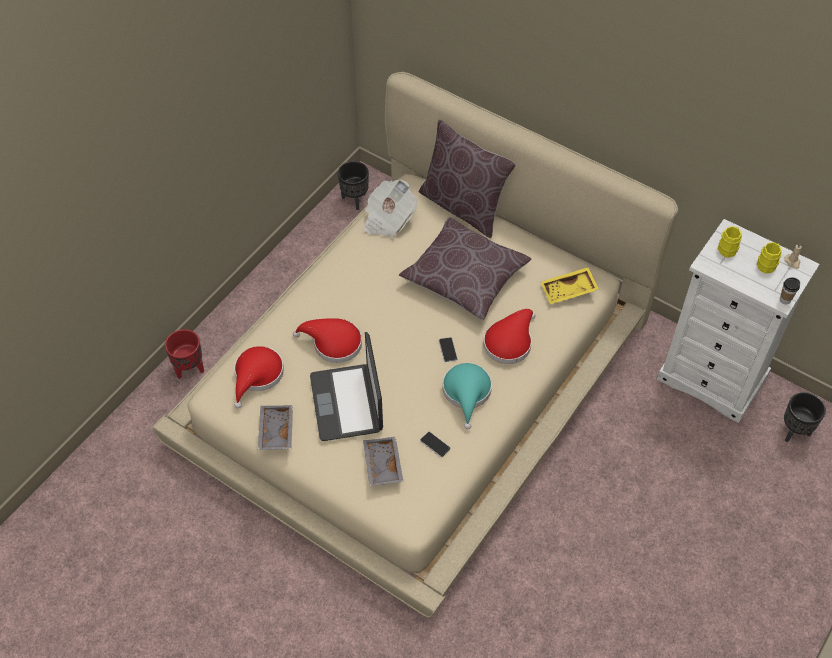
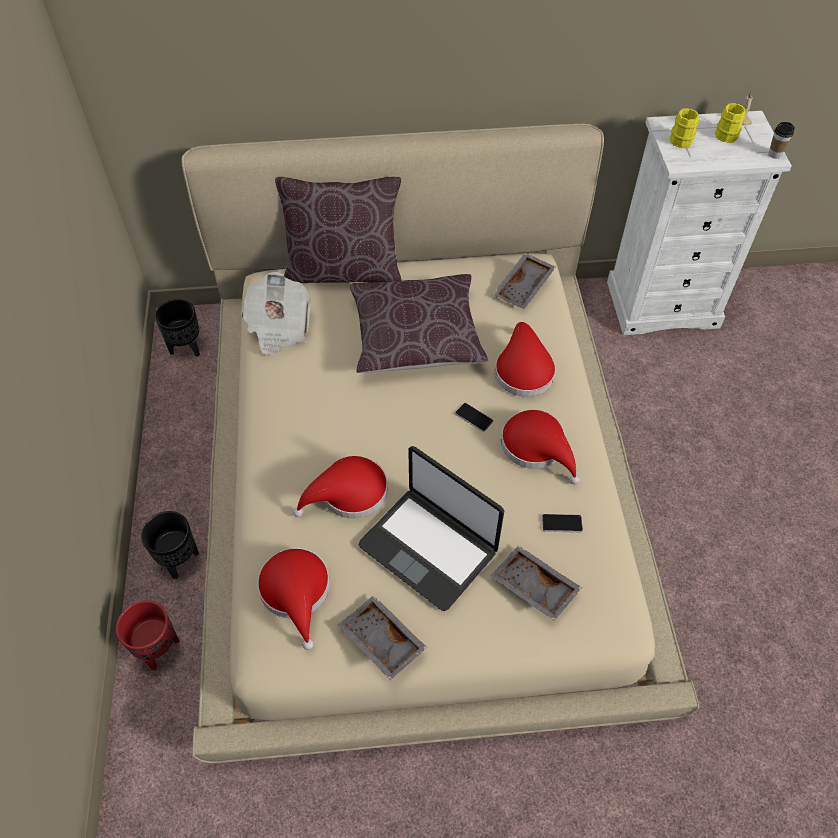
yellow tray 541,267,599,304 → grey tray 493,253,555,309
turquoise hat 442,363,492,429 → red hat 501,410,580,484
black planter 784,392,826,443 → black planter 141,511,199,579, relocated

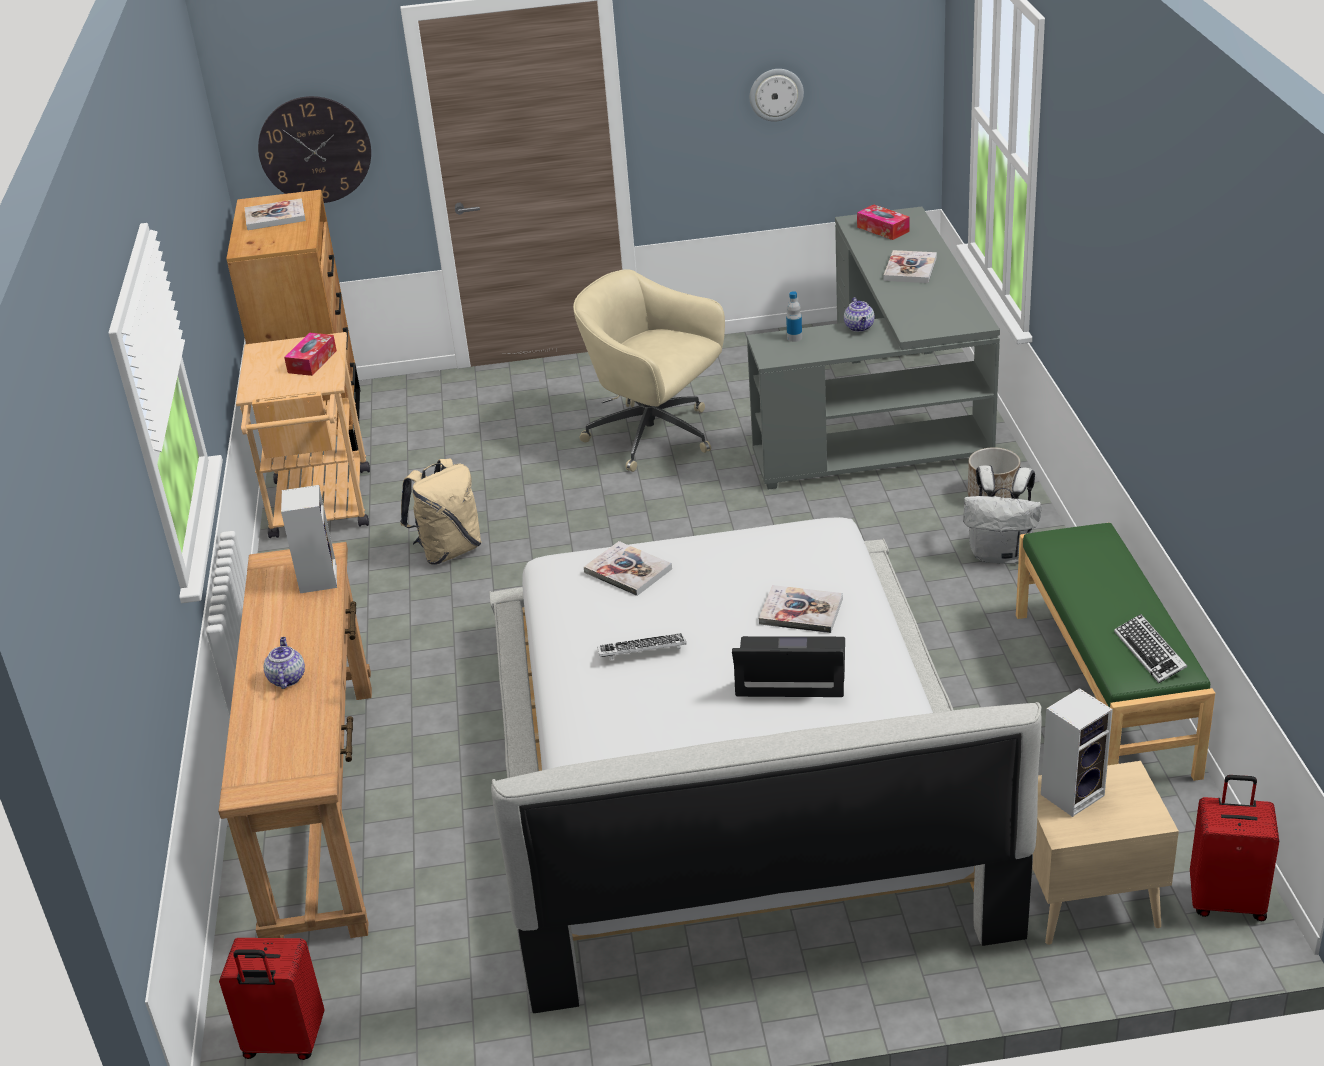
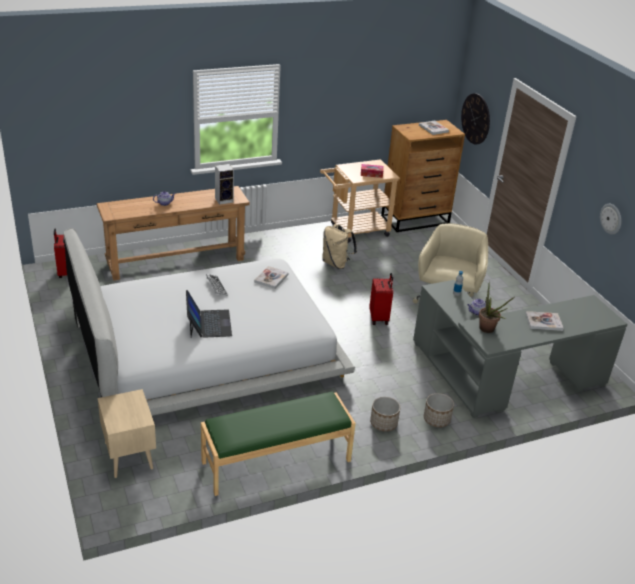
tissue box 857,204,910,240 → -
white backpack 963,465,1042,564 → planter 370,397,400,431
book 759,585,843,633 → -
keyboard 1114,614,1187,683 → -
speaker 1041,688,1113,817 → -
red suitcase 1190,775,1279,921 → red suitcase 369,273,393,325, relocated
- → potted plant 479,281,514,333

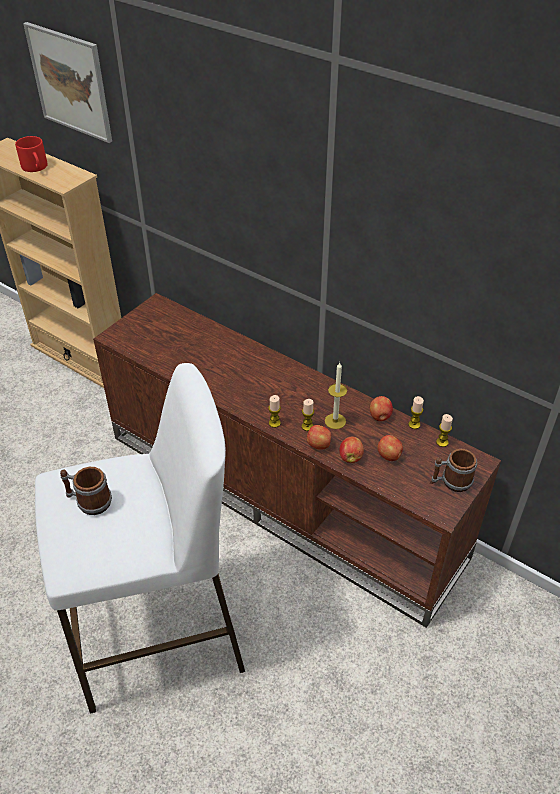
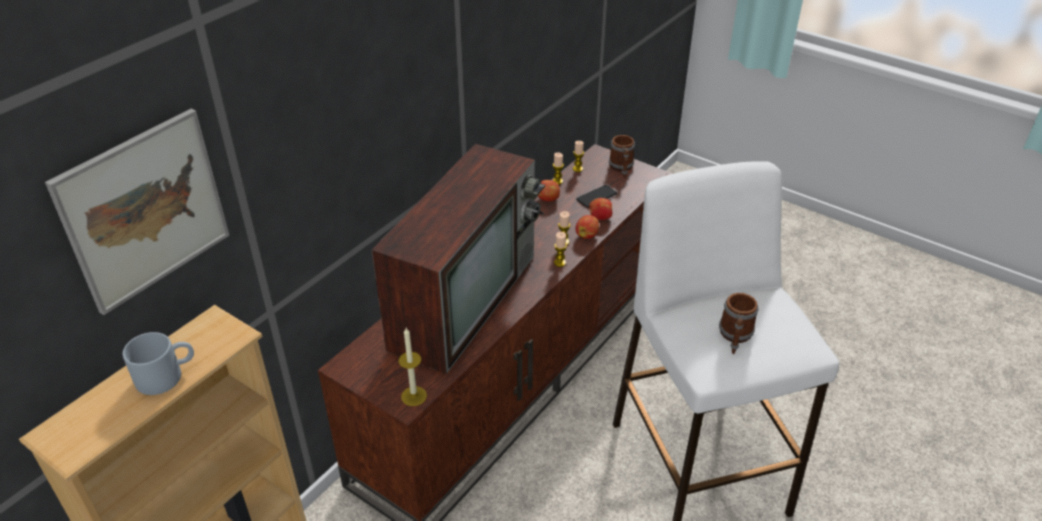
red mug 15,136,48,172 → grey mug 123,332,194,395
candle 325,363,347,429 → candle 399,328,427,406, relocated
apple 377,435,403,461 → phone 576,185,617,208
- → television 372,144,545,374

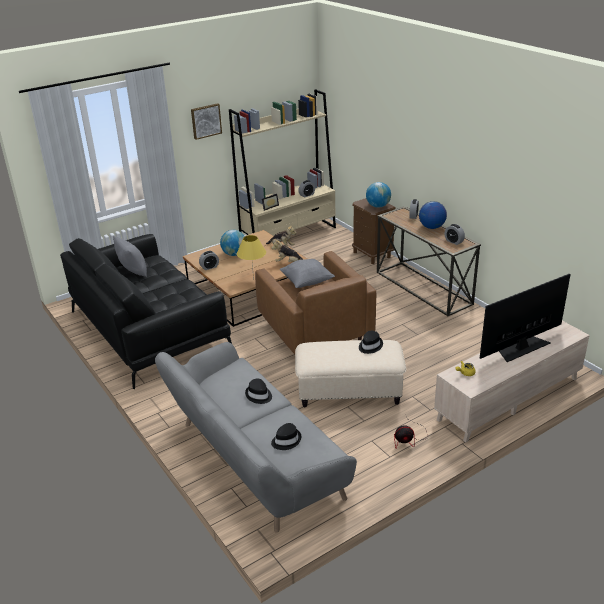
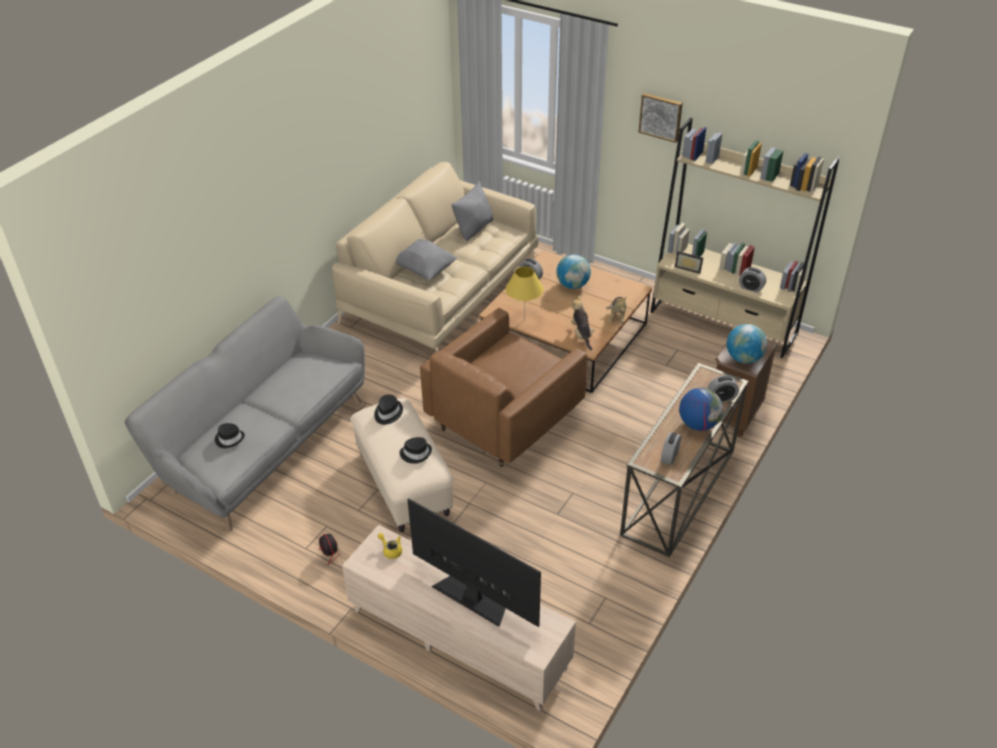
black sofa 60,234,232,389 → beige sofa 332,162,538,352
grey pillow 280,259,335,288 → grey pillow 396,239,457,280, relocated
black hat 245,378,272,404 → black hat 374,395,403,425, relocated

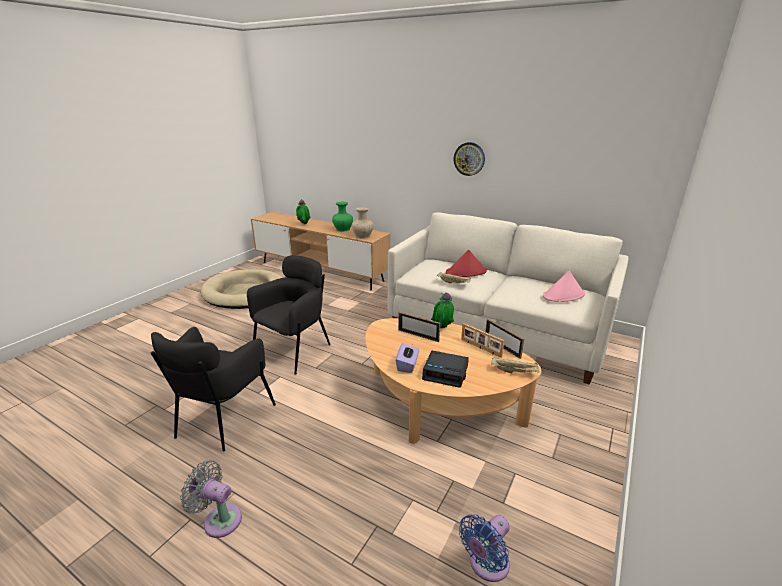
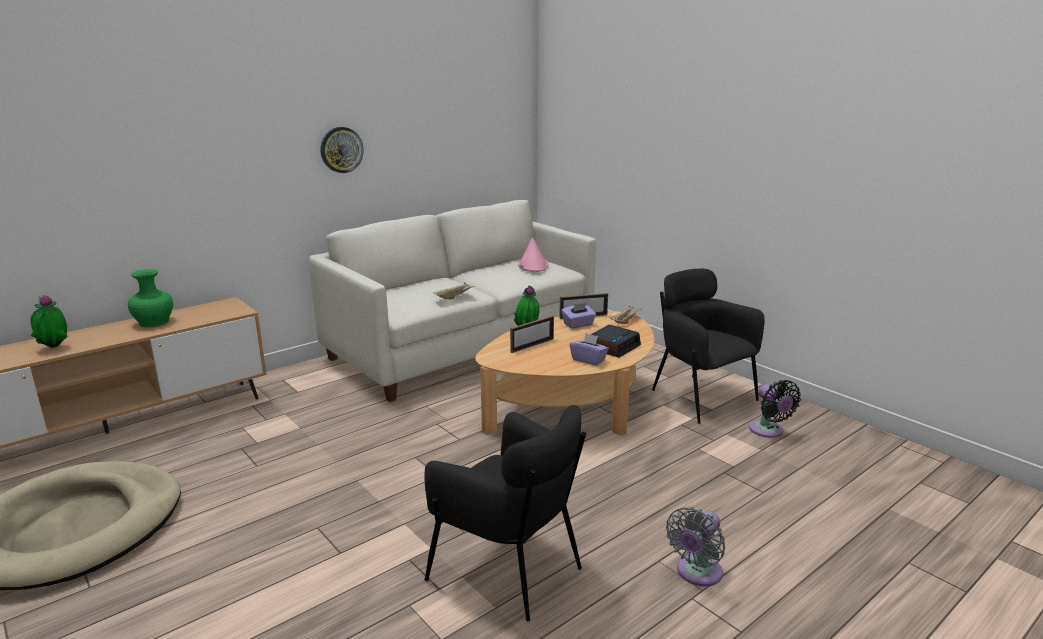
beige vase 352,207,374,239 → -
red hat 446,250,487,277 → -
black armchair 247,255,331,375 → black armchair 652,269,765,424, relocated
picture frame 461,323,504,357 → purple tissue box 561,303,596,329
blue fan 459,514,510,582 → black fan 749,380,801,438

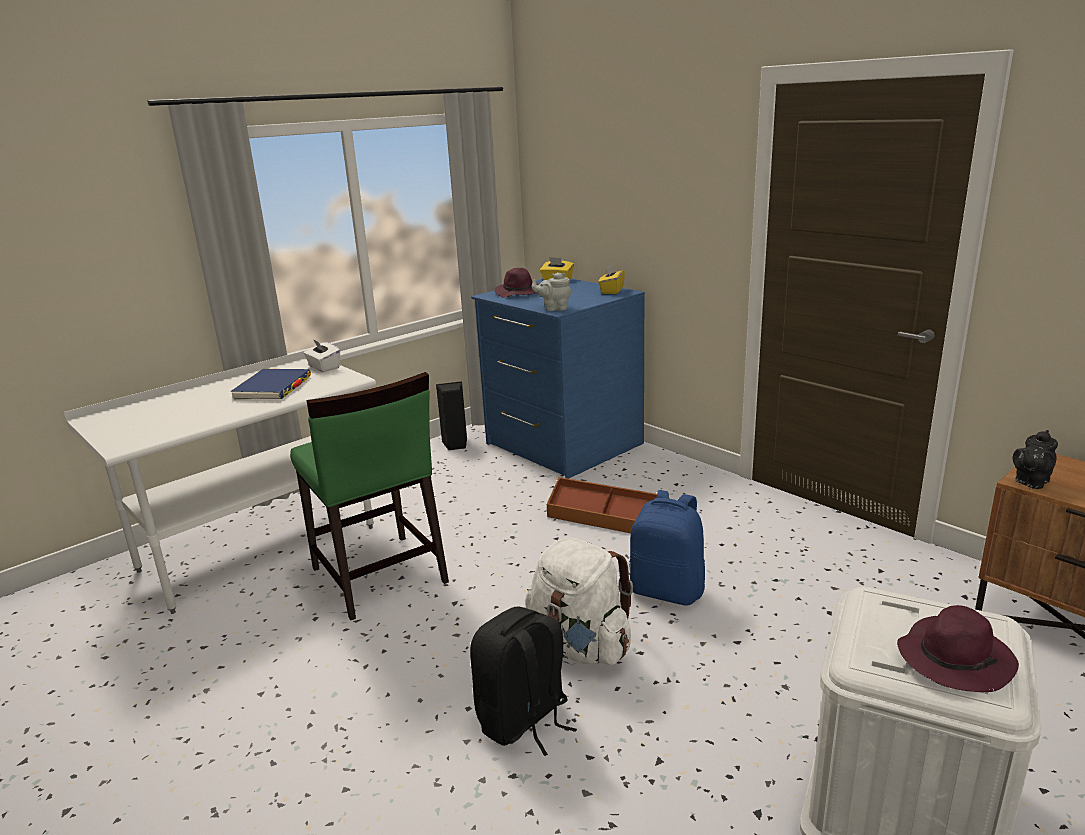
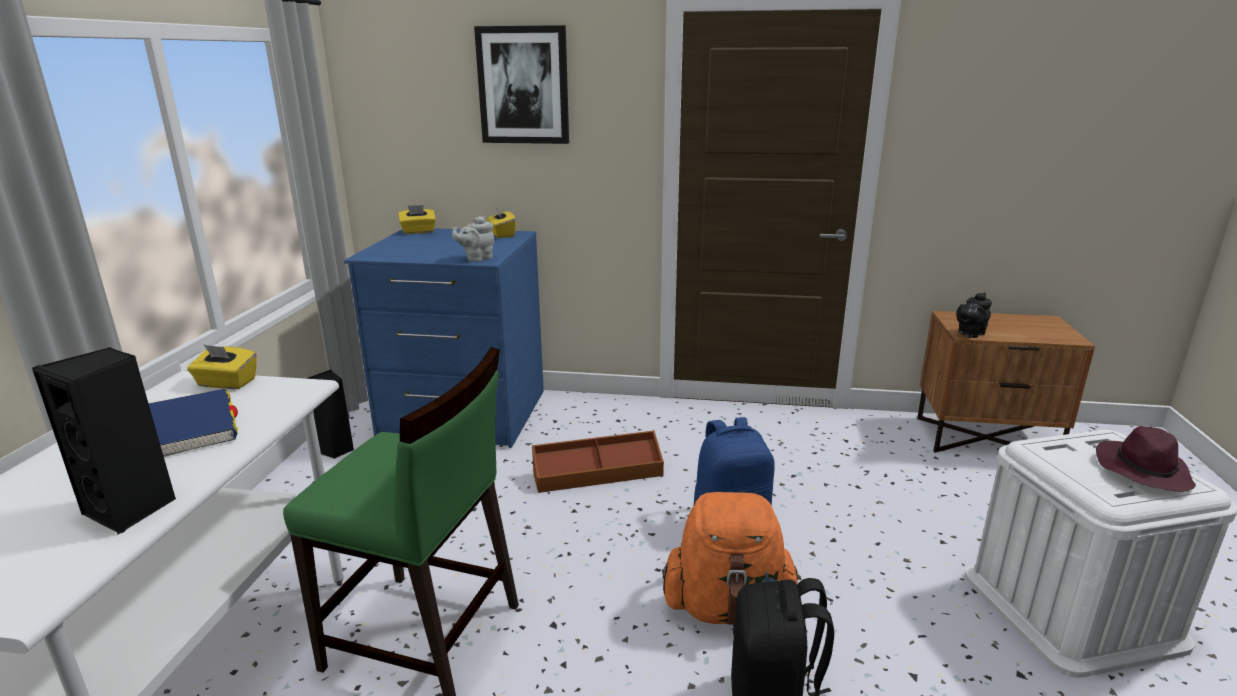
purple hat 494,268,539,297 → -
white tissue box 304,339,340,372 → yellow tissue box 187,344,257,389
black teapot 1012,430,1058,489 → black teapot 956,292,992,338, 45 degrees clockwise
white backpack 525,538,633,665 → orange backpack 663,492,801,626
- → picture 474,25,569,144
- → black speaker 32,347,176,535

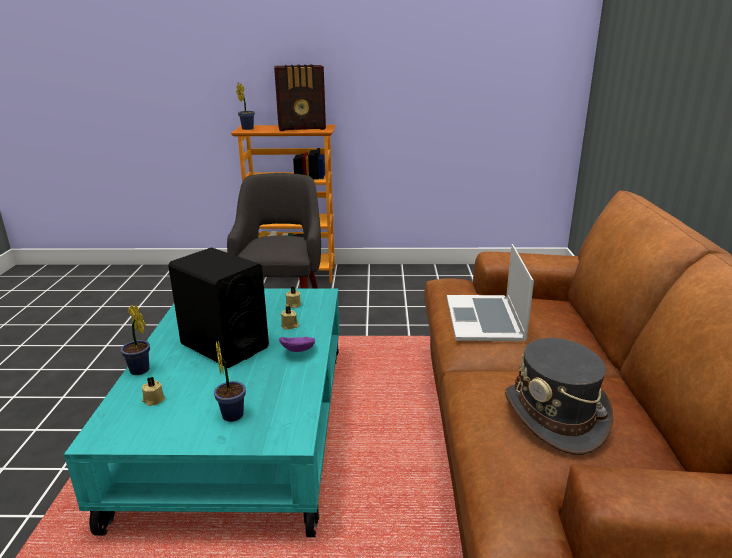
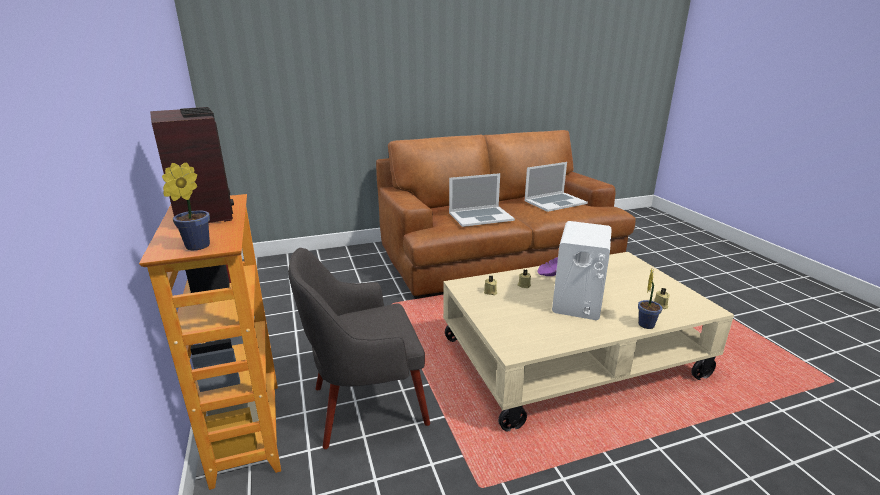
black speaker 168,248,269,368 → white speaker 552,221,612,320
turquoise coffee table 64,288,340,537 → beige coffee table 443,252,734,432
grey hat 505,338,613,455 → laptop 525,162,588,212
potted plant 214,341,246,422 → -

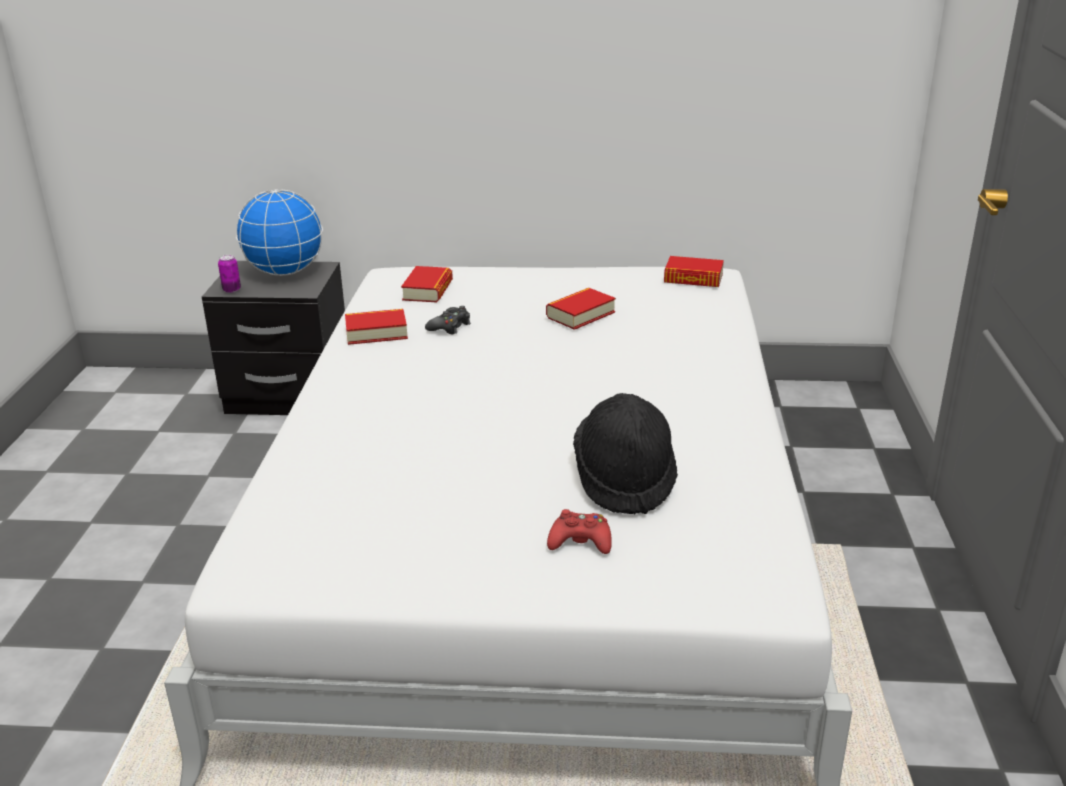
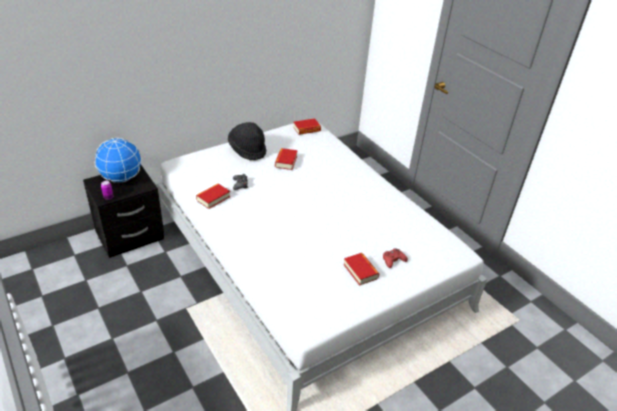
book 401,266,453,302 → book 343,253,379,286, relocated
black hat 573,393,678,514 → black hat 228,122,266,160, relocated

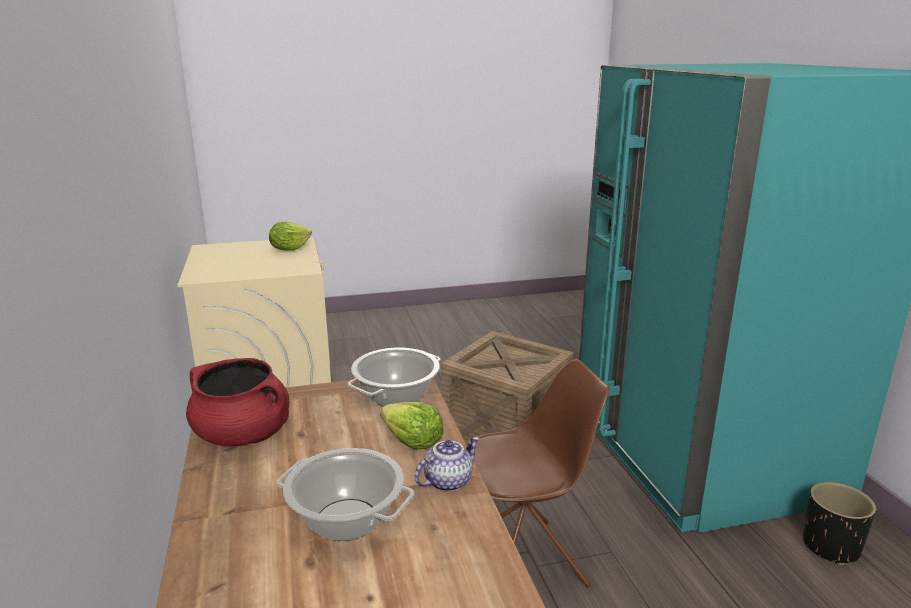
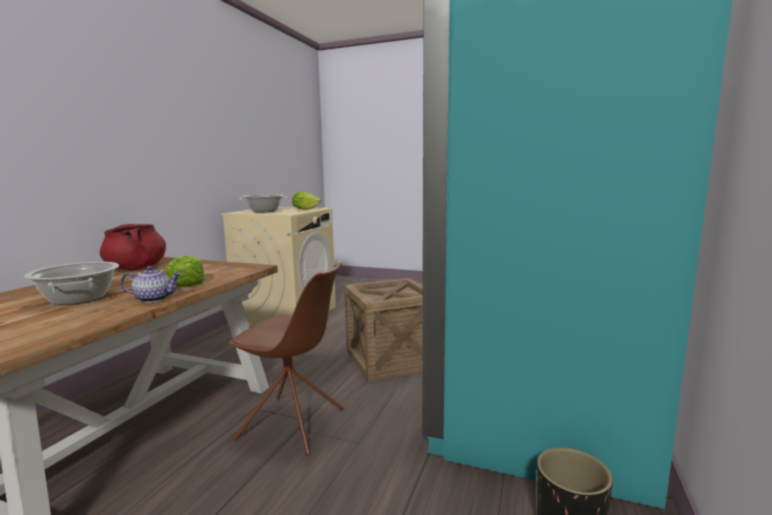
cooking pot 347,348,441,407 → cooking pot 239,195,287,213, relocated

